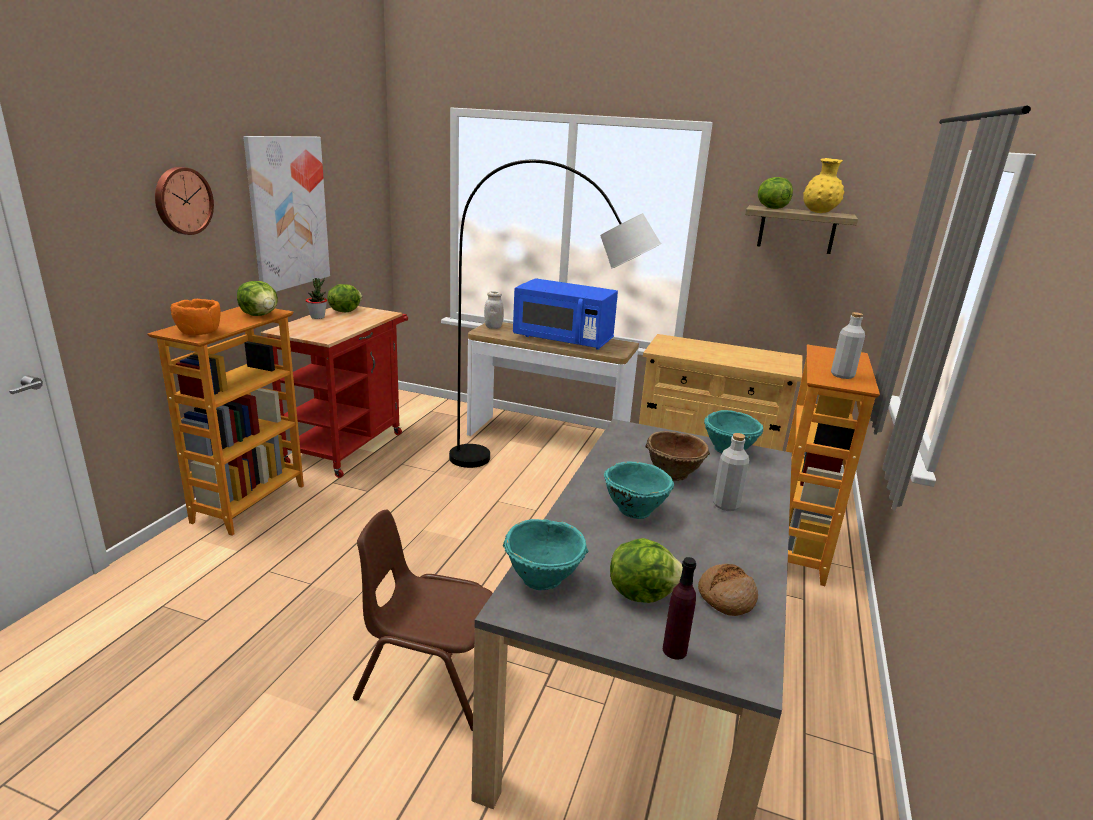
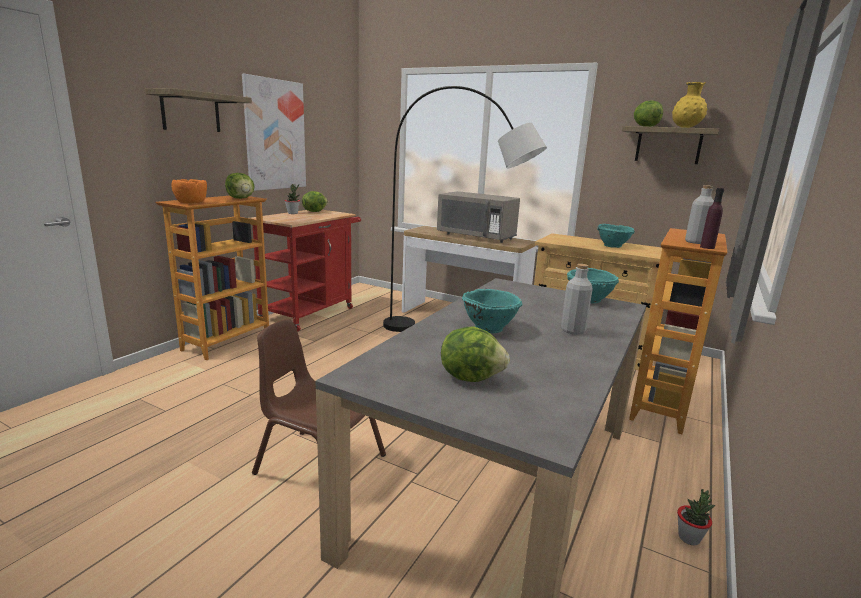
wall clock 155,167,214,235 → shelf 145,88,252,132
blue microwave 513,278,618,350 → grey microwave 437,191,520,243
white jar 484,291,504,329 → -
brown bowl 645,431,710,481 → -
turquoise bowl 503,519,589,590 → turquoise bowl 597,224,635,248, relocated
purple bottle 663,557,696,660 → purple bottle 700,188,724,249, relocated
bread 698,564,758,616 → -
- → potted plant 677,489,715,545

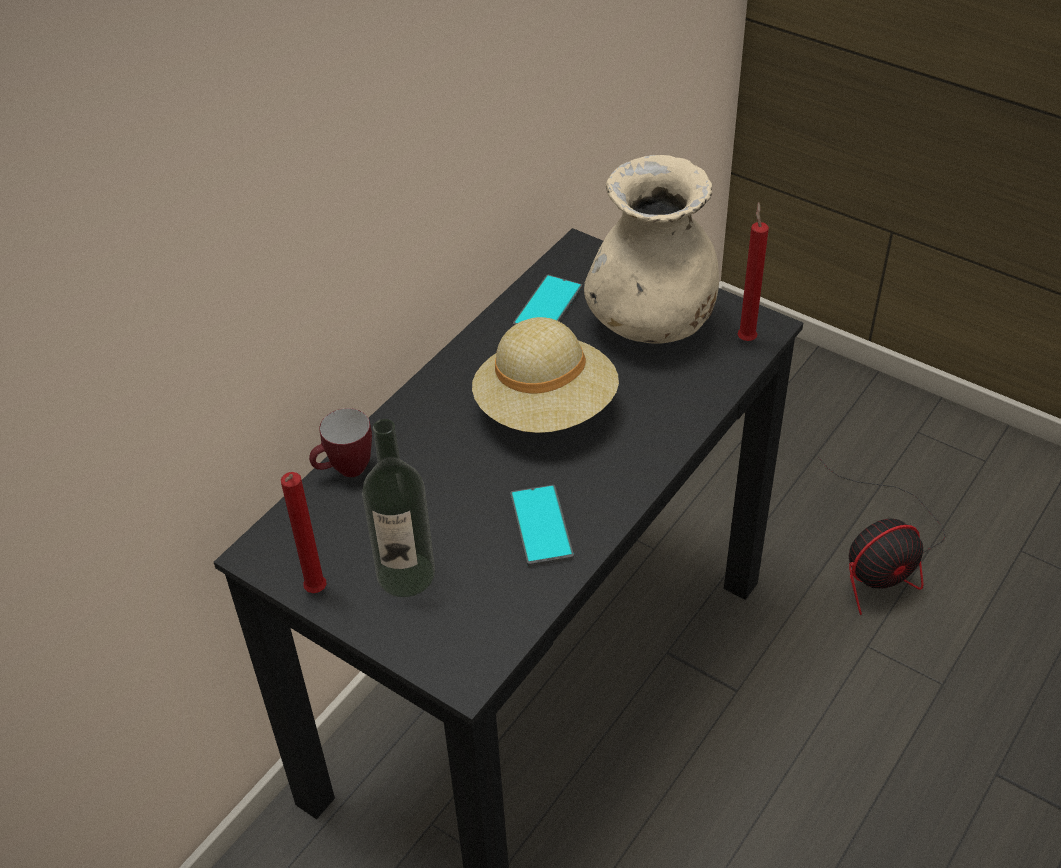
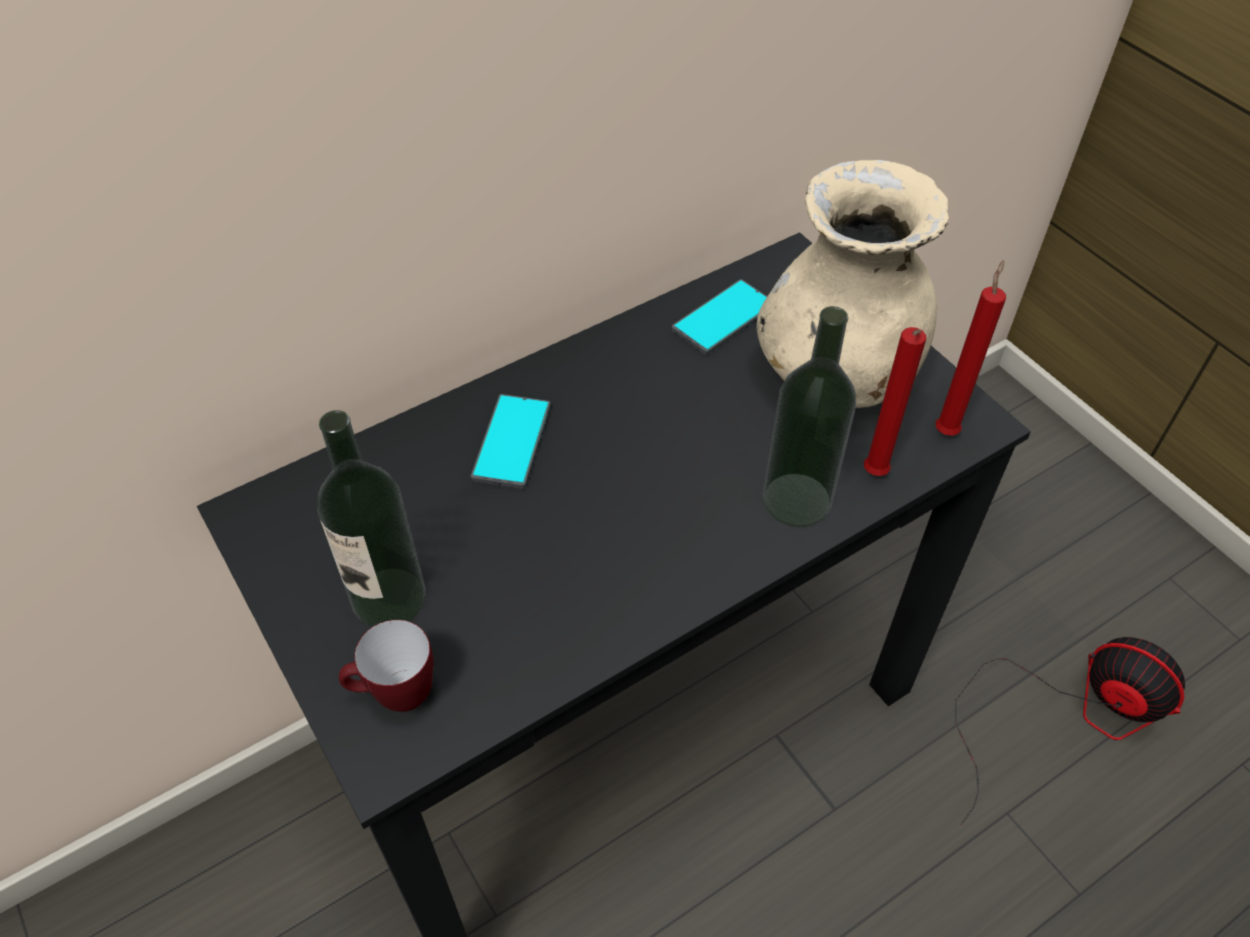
beige hat 472,317,619,433 → -
mug 309,408,372,477 → mug 339,620,434,712, relocated
fan 818,457,945,615 → fan 955,637,1185,825, 135 degrees counterclockwise
red candle 281,472,327,593 → red candle 864,327,926,476, relocated
phone 510,485,574,567 → phone 471,394,550,489, relocated
- → bottle 763,306,856,527

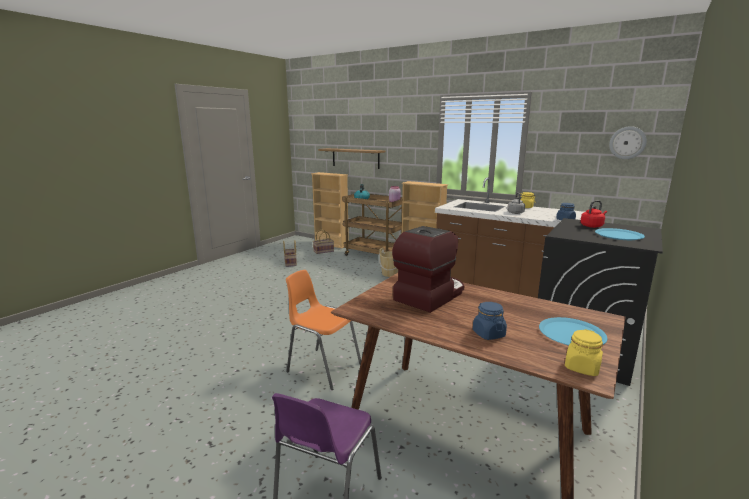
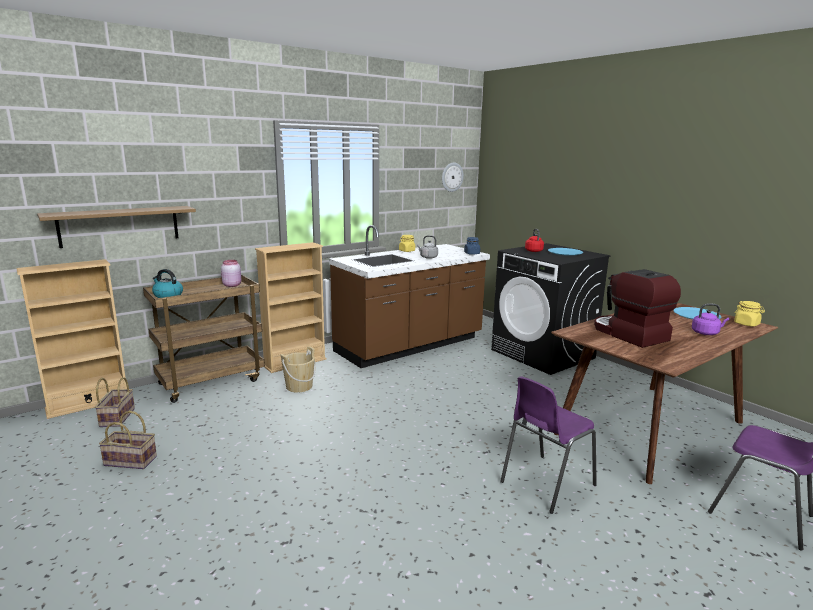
orange chair 286,270,361,390 → purple chair 500,376,597,514
blue jar 473,302,507,340 → purple kettle 692,303,730,335

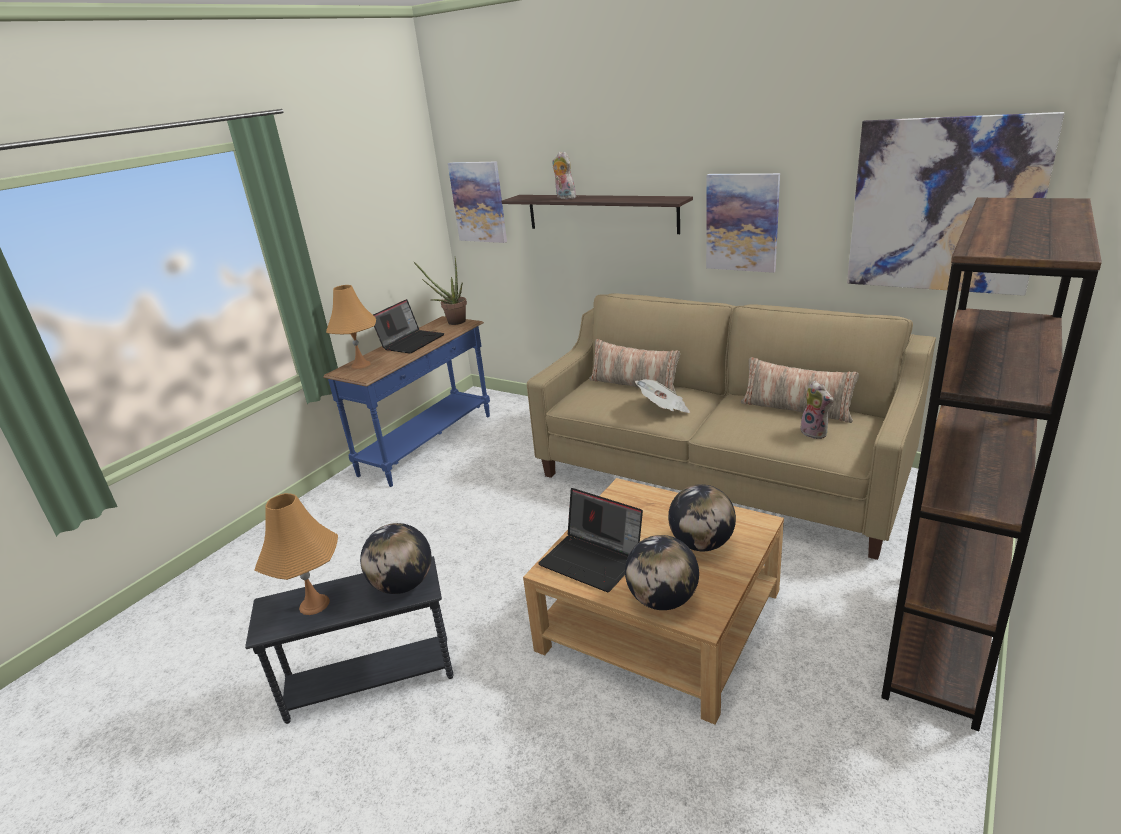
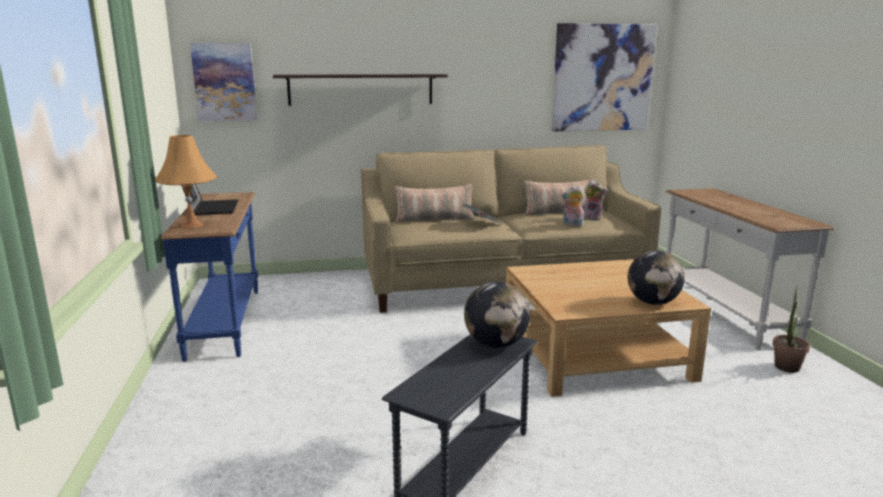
plush toy 552,151,576,199 → plush toy 561,186,584,226, relocated
picture 706,173,780,273 → -
brown bookcase 881,198,1102,731 → white console table 666,188,834,350
potted plant 413,258,467,325 → potted plant 773,286,810,373, relocated
globe 668,484,736,551 → -
laptop 538,488,643,592 → -
orange table lamp 255,493,338,615 → -

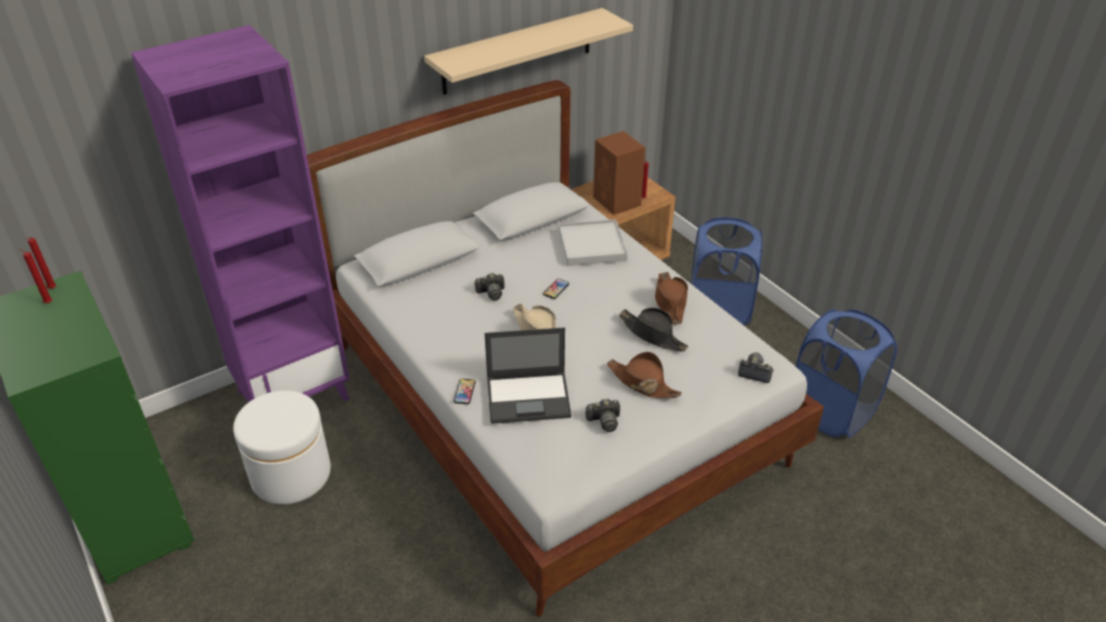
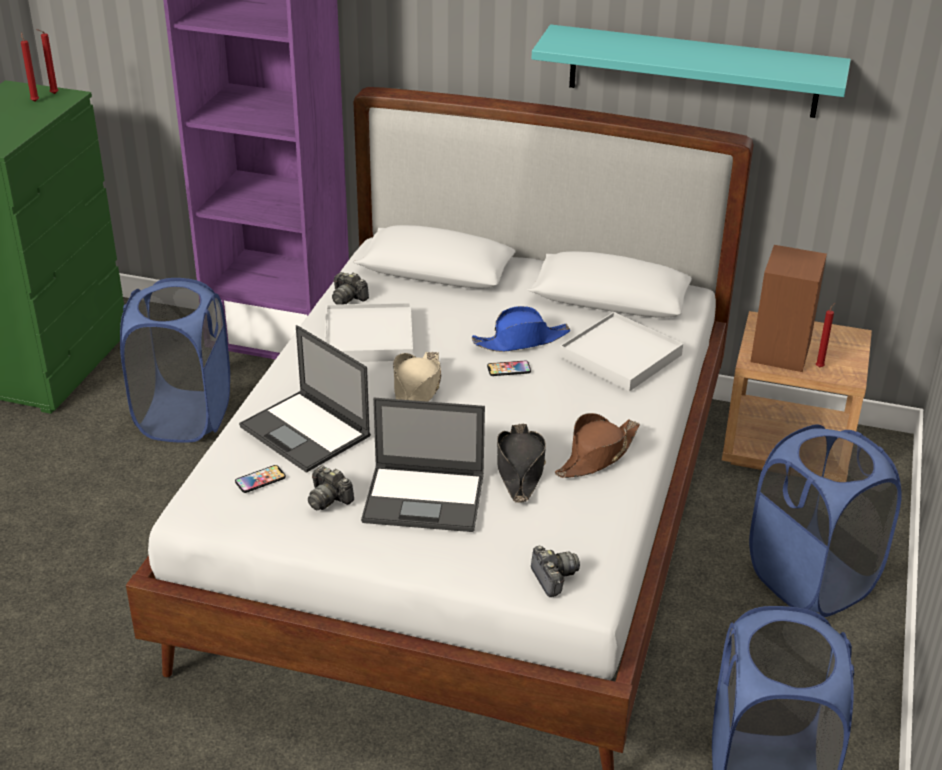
beige shelf 424,8,633,95 → turquoise shelf 532,24,851,118
photo camera 474,273,505,301 → photo camera 332,272,369,305, relocated
brown hat 607,352,682,399 → laptop 361,398,485,532
phone 454,379,476,404 → phone 235,465,286,493, relocated
white ottoman 233,390,331,505 → blue laundry basket 120,278,230,443
- → white tray 325,303,413,362
- → blue hat 472,306,570,352

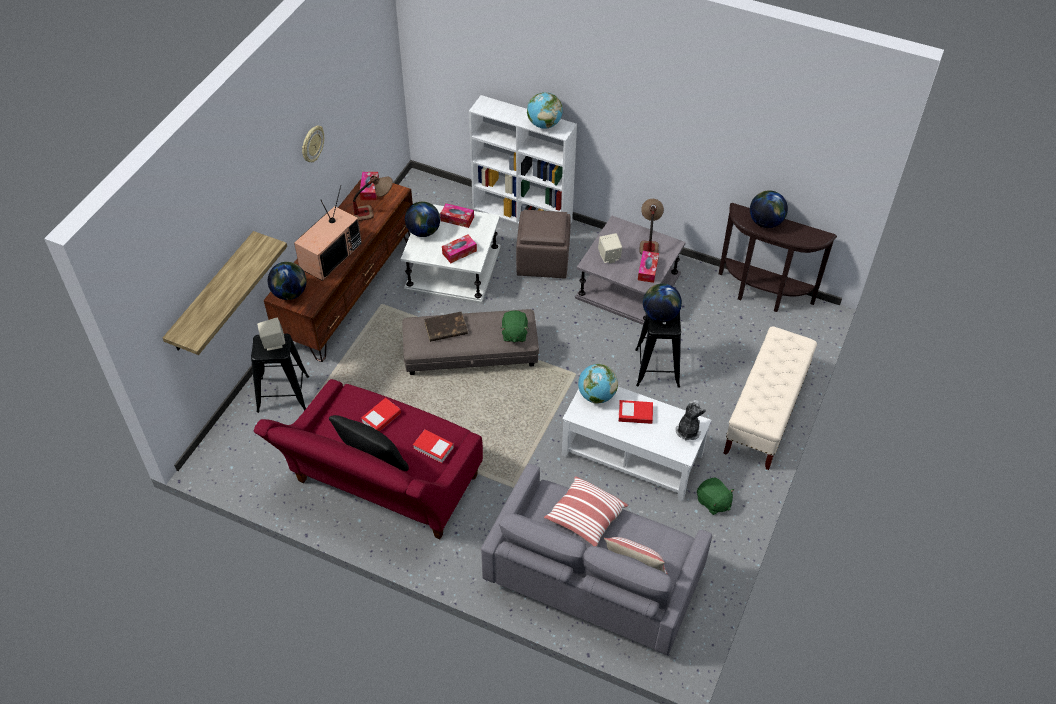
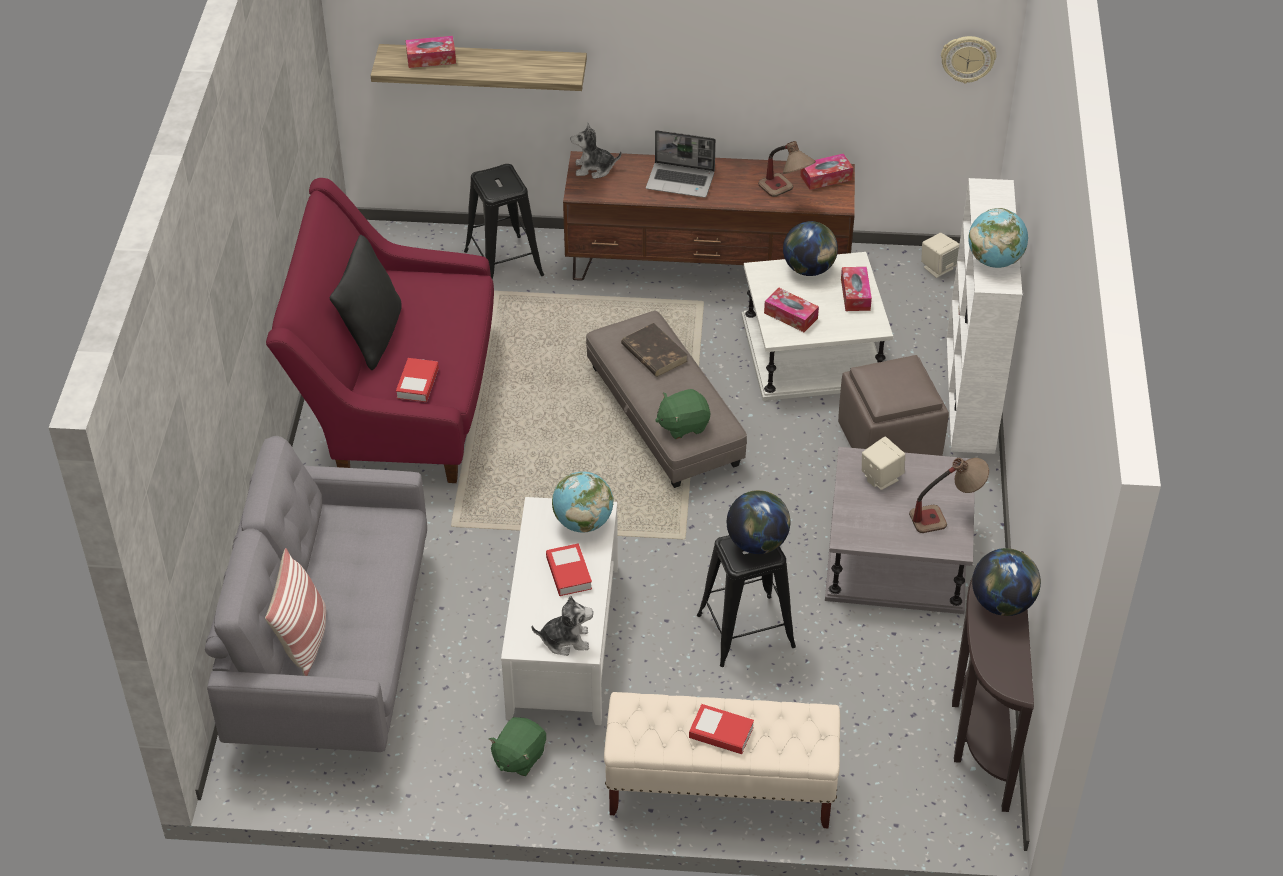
wall clock 302,126,324,162 → wall clock 941,36,996,84, relocated
television 294,185,362,281 → laptop 646,130,716,198
tissue box 638,251,659,283 → tissue box 406,36,456,68, relocated
globe 268,262,307,300 → plush toy 570,123,622,179
beige speaker 257,318,285,351 → beige speaker 921,233,959,278, relocated
book 361,398,401,432 → book 689,704,754,754, relocated
pillow 544,476,628,546 → -

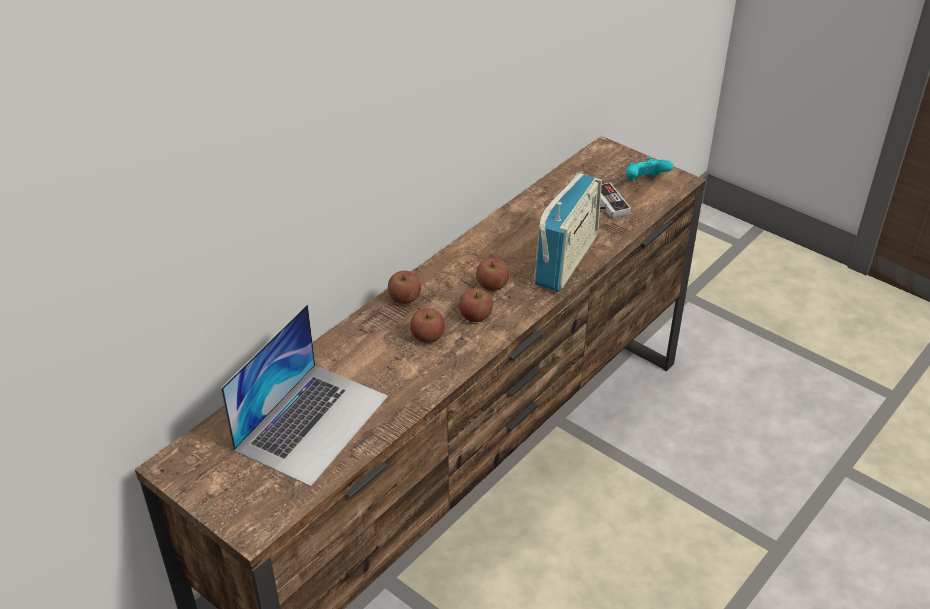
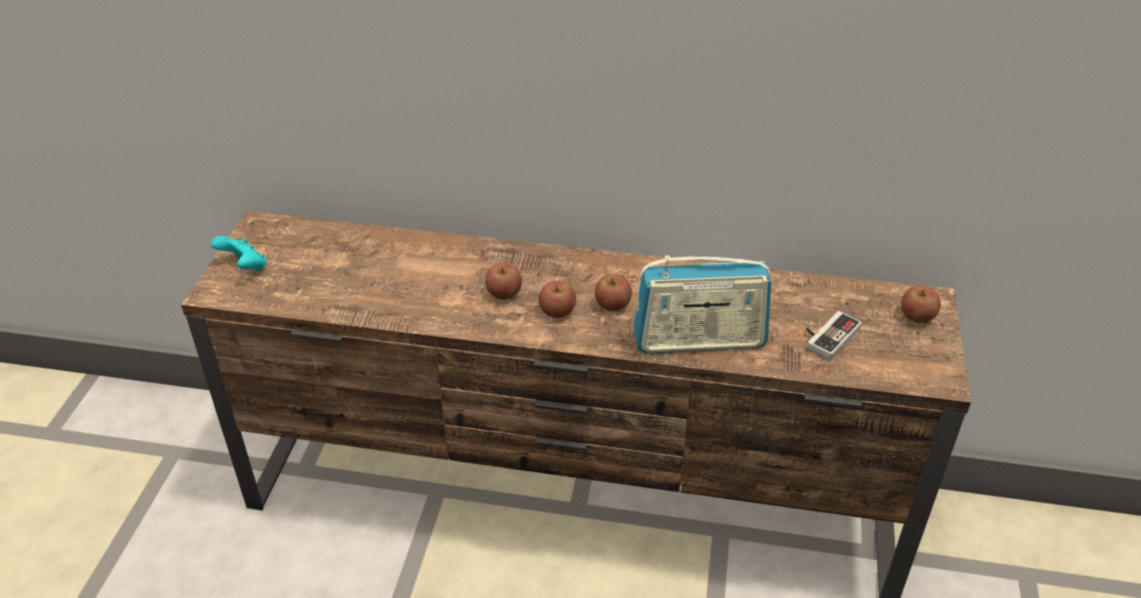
turquoise game controller 626,157,673,181 → turquoise game controller 210,236,267,271, relocated
apple 388,271,421,304 → apple 901,285,941,323, relocated
laptop 221,304,388,487 → -

